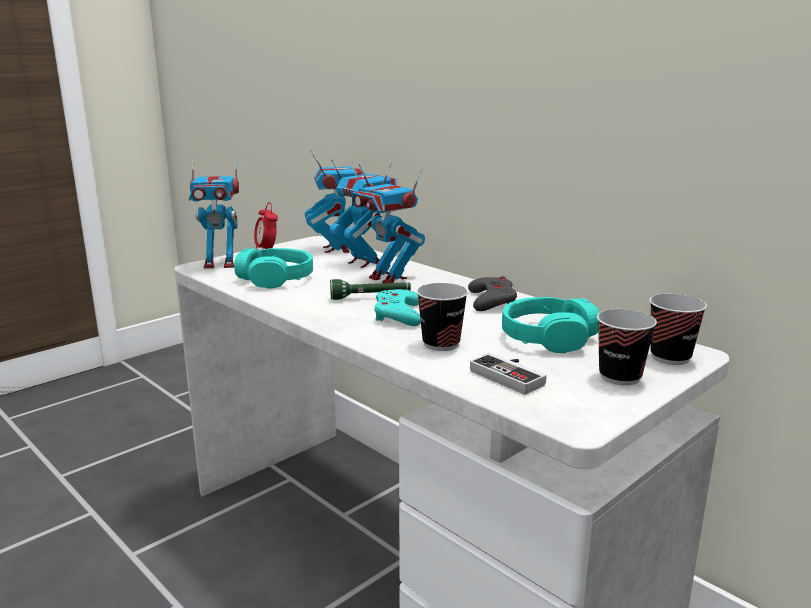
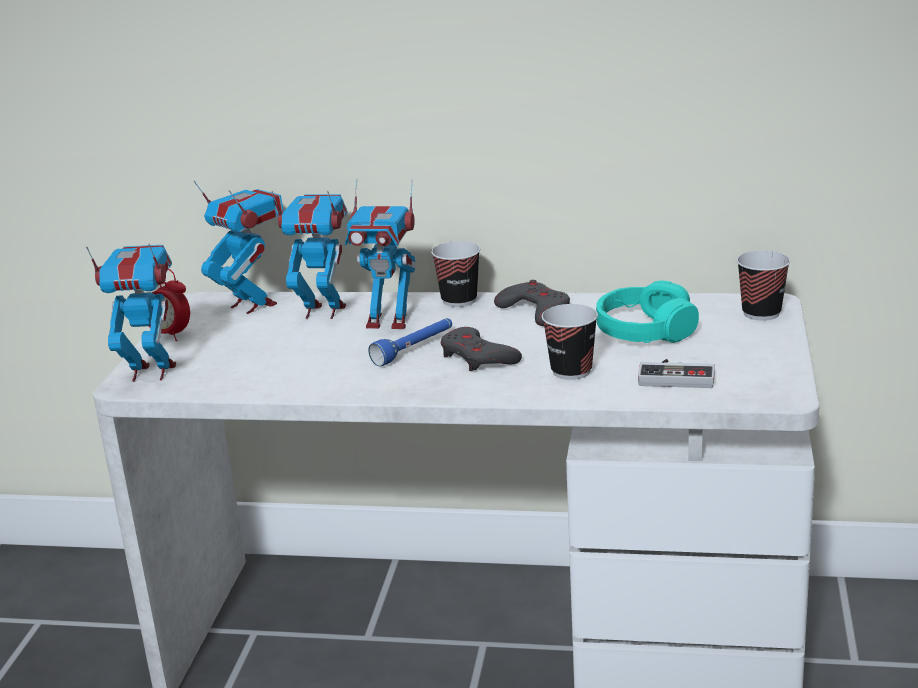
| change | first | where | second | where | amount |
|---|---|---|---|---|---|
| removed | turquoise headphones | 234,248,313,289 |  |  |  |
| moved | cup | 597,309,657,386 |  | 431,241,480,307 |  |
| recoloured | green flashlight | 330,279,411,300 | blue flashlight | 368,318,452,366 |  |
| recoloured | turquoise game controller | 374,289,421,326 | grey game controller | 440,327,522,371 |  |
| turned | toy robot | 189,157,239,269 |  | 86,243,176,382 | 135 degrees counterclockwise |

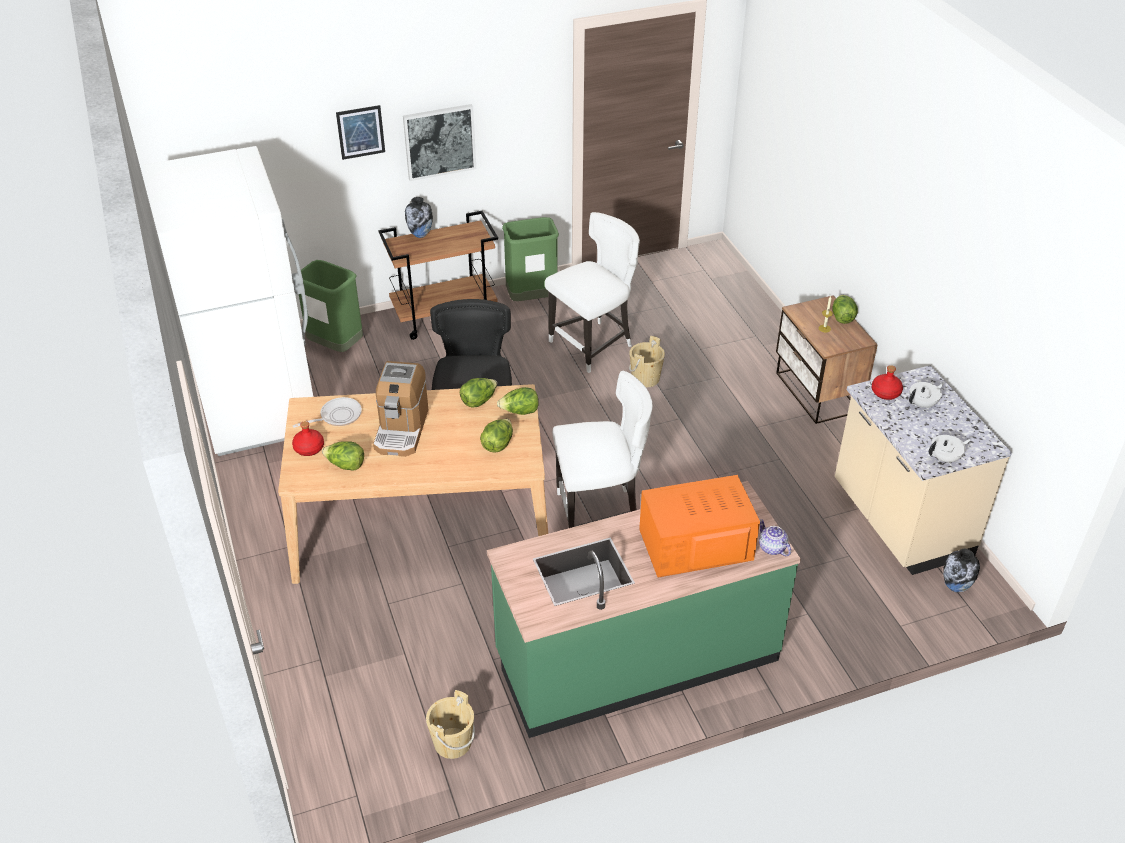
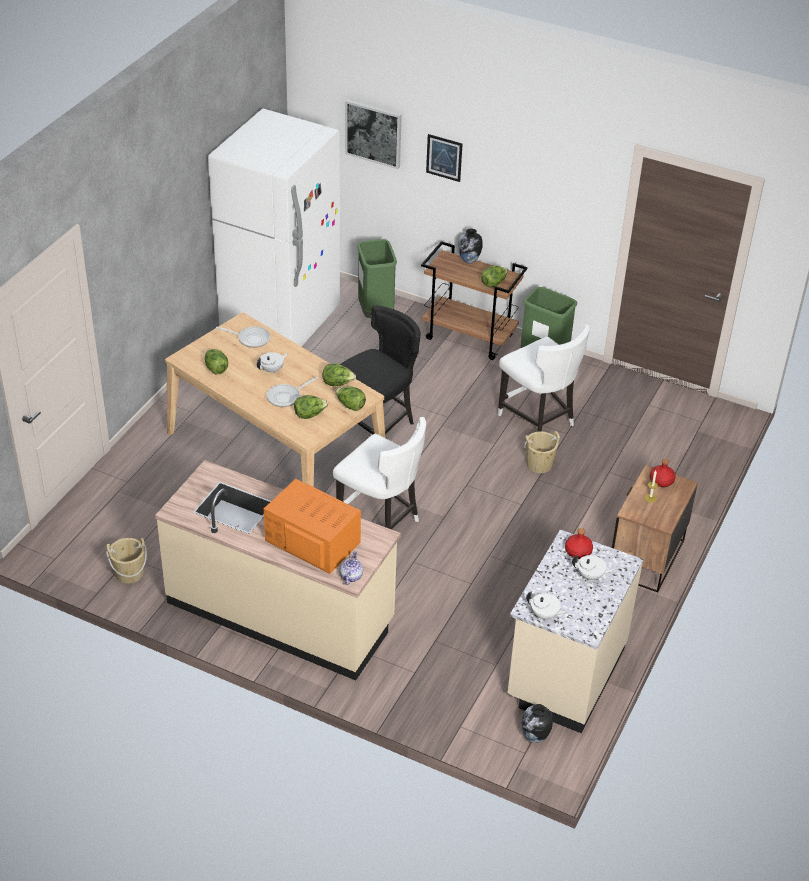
| change | first | where | second | where | amount |
|---|---|---|---|---|---|
| added |  |  | frying pan | 267,377,318,407 |  |
| moved | red bottle | 292,421,324,456 |  | 650,459,676,487 |  |
| moved | picture | 403,104,476,181 |  | 345,99,402,169 |  |
| moved | lettuce | 832,295,858,324 |  | 481,266,508,287 |  |
| replaced | coffee machine | 373,361,428,457 | white teapot | 257,352,288,374 |  |
| recoloured | green counter | 487,481,801,738 | beige counter | 155,460,401,680 |  |
| turned | white chair | 545,212,640,373 |  | 498,324,590,432 | 45 degrees clockwise |

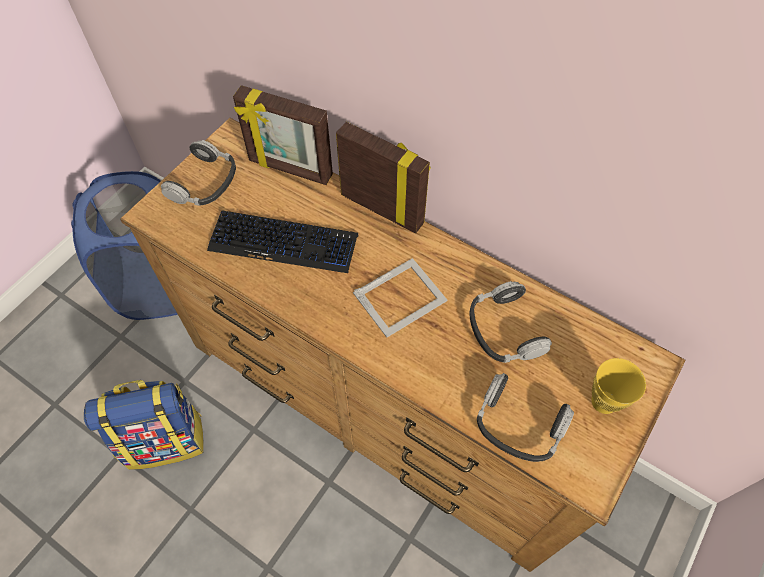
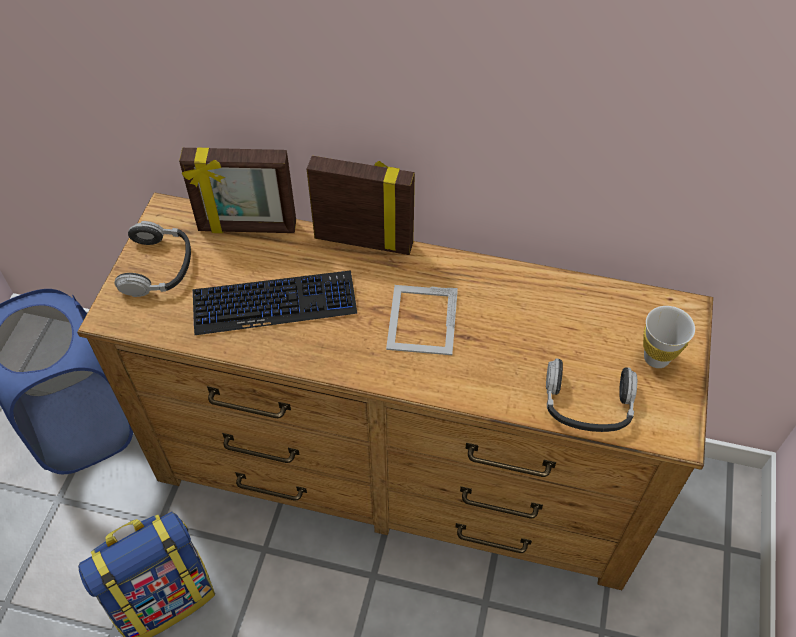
| change | first | where | second | where | amount |
|---|---|---|---|---|---|
| removed | headphones | 469,281,552,363 |  |  |  |
| recoloured | yellow cup | 591,358,646,414 | white cup | 643,306,695,368 |  |
| turned | picture frame | 353,258,447,338 |  | 386,285,458,355 | 150 degrees clockwise |

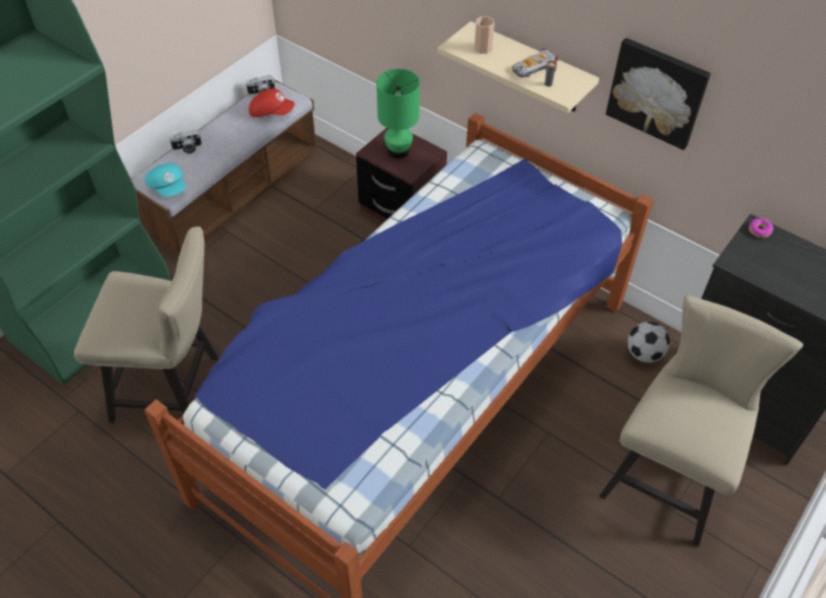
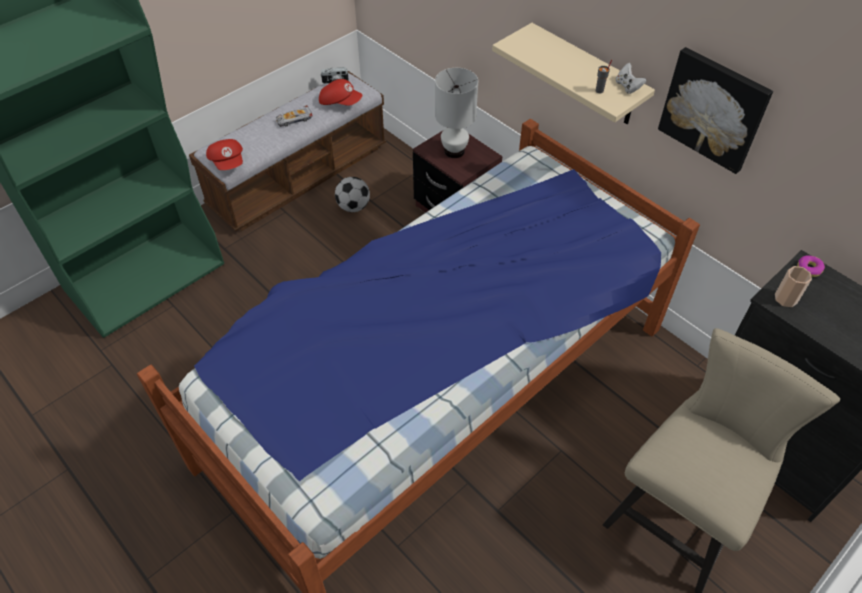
| change | first | where | second | where | amount |
|---|---|---|---|---|---|
| removed | beige chair | 74,226,218,423 |  |  |  |
| removed | photo camera | 169,130,202,154 |  |  |  |
| added |  |  | white game controller | 616,63,646,94 |  |
| moved | cup | 474,16,494,54 |  | 775,266,812,307 |  |
| moved | toy car | 512,48,558,78 |  | 276,105,312,127 |  |
| moved | football | 628,322,670,363 |  | 335,177,370,212 |  |
| recoloured | turquoise cap | 145,163,186,197 | red cap | 206,139,243,170 |  |
| recoloured | green table lamp | 377,69,420,159 | white table lamp | 435,68,478,158 |  |

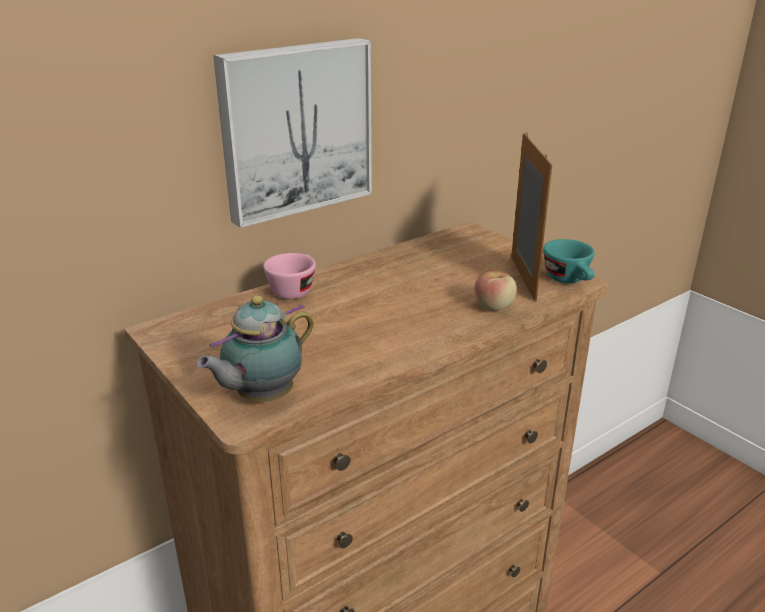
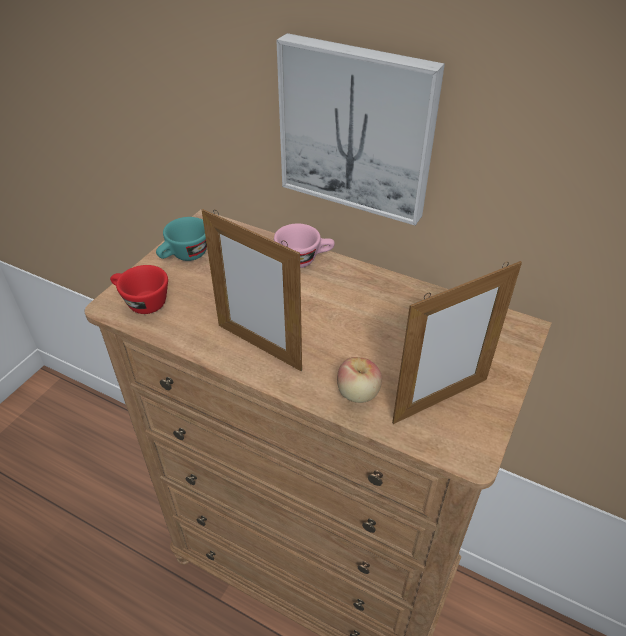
| change | first | where | second | where | amount |
|---|---|---|---|---|---|
| added |  |  | picture frame | 202,209,302,371 |  |
| moved | turquoise cup | 543,239,595,283 |  | 156,217,207,261 |  |
| replaced | teapot | 196,295,313,402 | red cup | 110,265,168,314 |  |

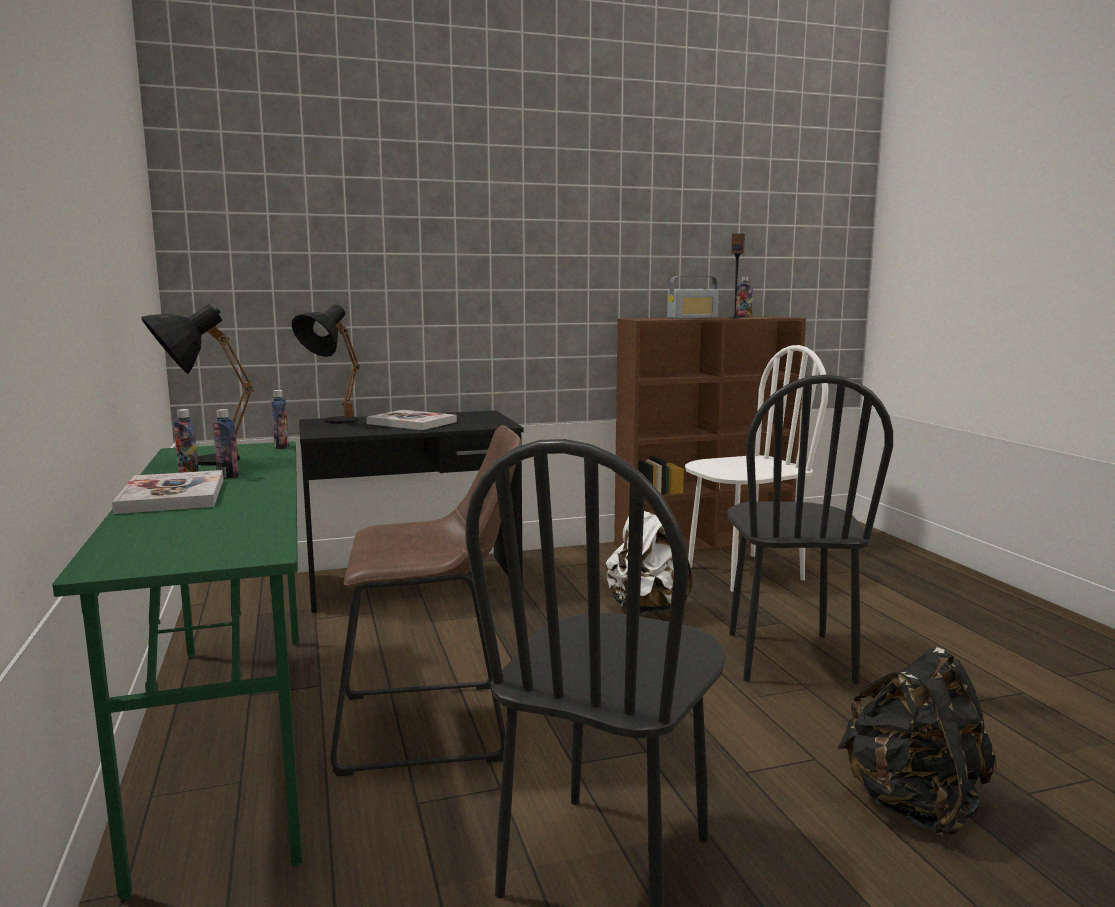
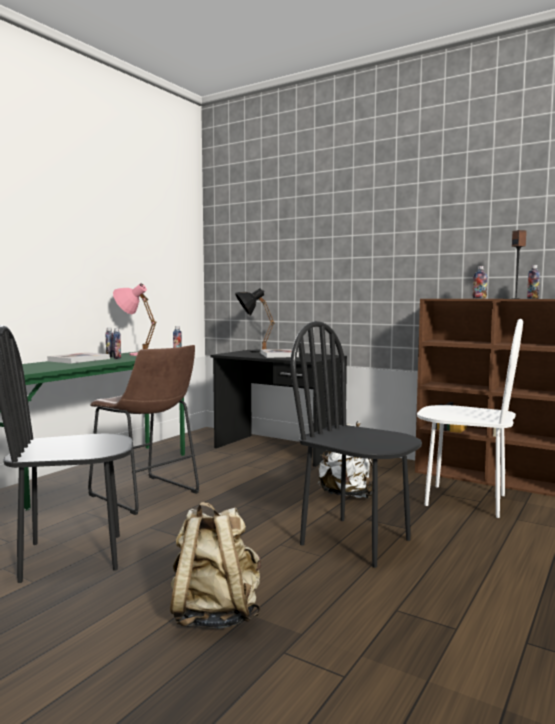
| change | first | where | second | where | amount |
|---|---|---|---|---|---|
| replaced | radio | 667,276,719,319 | bottle | 472,266,488,298 |  |
| recoloured | black table lamp | 141,304,254,466 | pink table lamp | 113,283,156,356 |  |
| recoloured | black backpack | 837,647,997,837 | beige backpack | 170,502,261,629 |  |
| turned | black chair | 727,374,893,684 |  | 290,321,422,568 | 75 degrees clockwise |

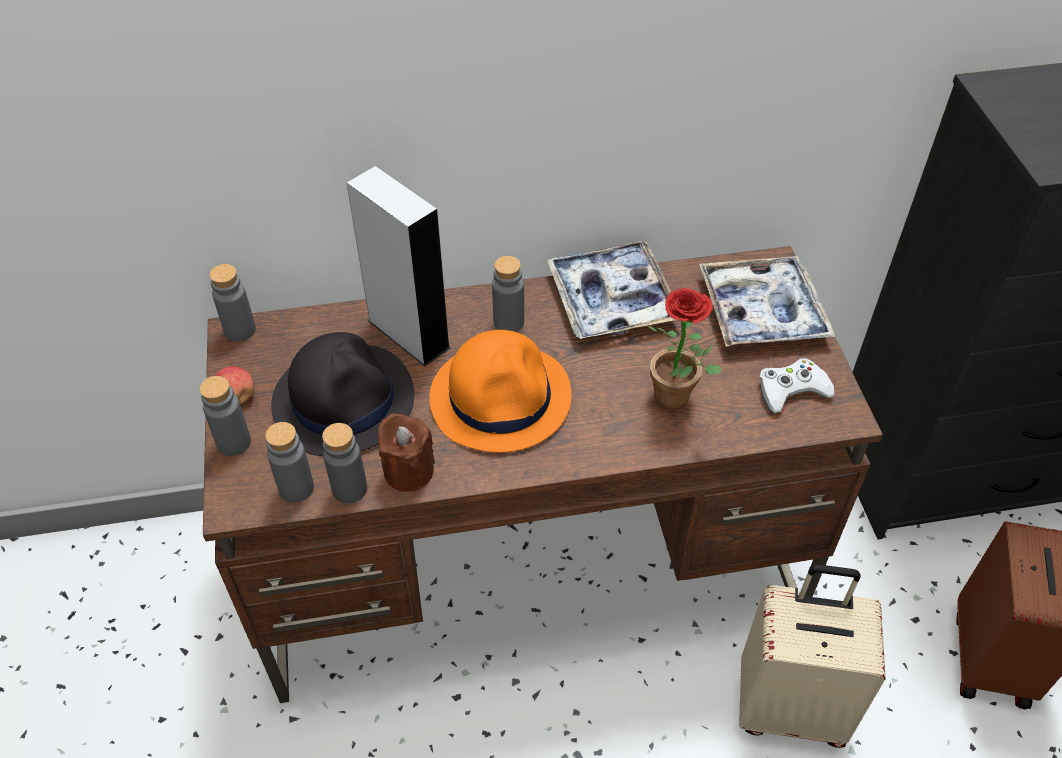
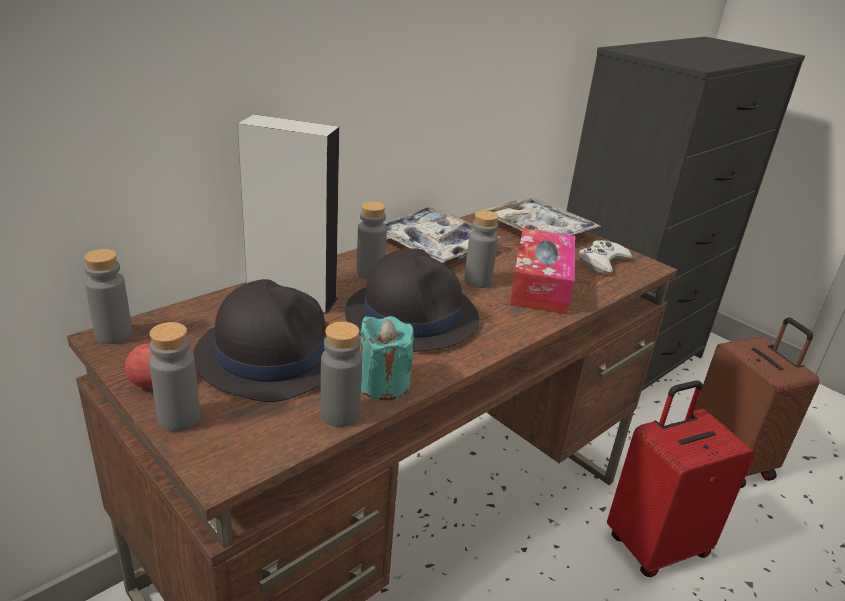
| change | first | where | second | where | amount |
|---|---|---|---|---|---|
| moved | grey bottle | 265,422,314,503 |  | 464,210,499,288 |  |
| replaced | potted plant | 648,288,721,410 | tissue box | 509,228,575,314 |  |
| recoloured | brown candle | 378,413,435,492 | turquoise candle | 360,316,414,400 |  |
| recoloured | orange hat | 429,330,571,453 | black hat | 345,248,479,352 |  |
| recoloured | beige suitcase | 739,564,886,748 | red suitcase | 607,380,755,577 |  |

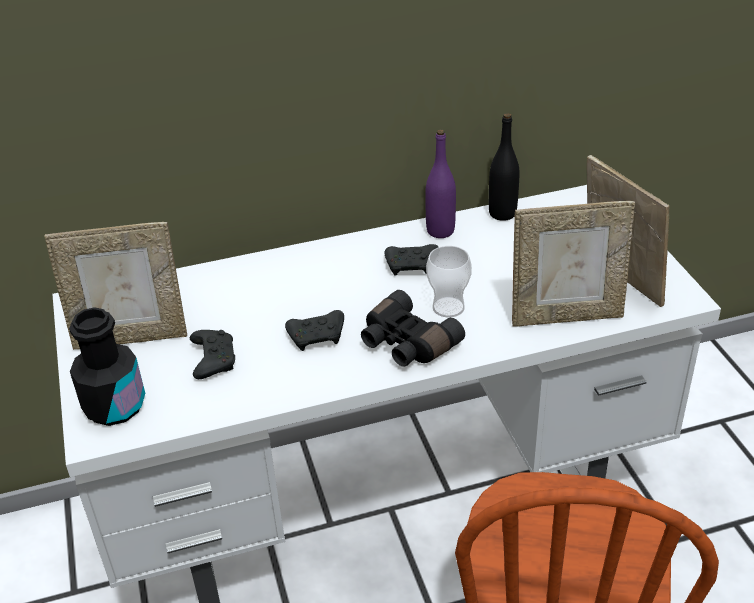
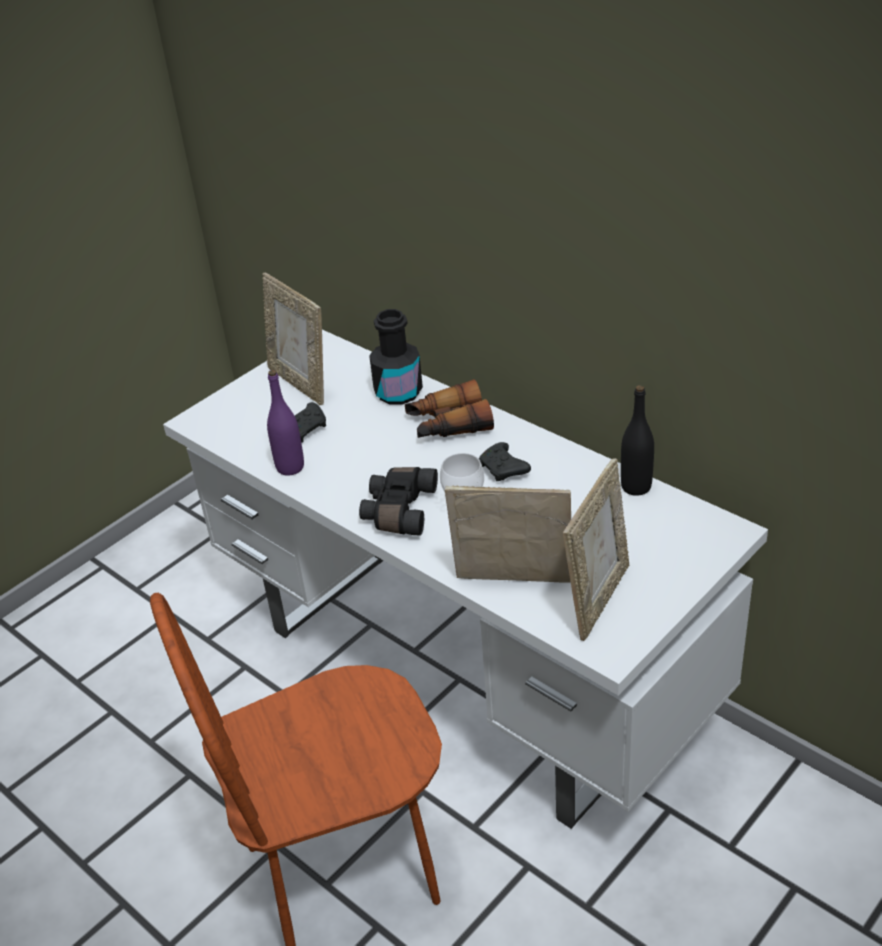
| change | first | where | second | where | amount |
|---|---|---|---|---|---|
| removed | black game controller | 285,310,344,351 |  |  |  |
| added |  |  | binoculars | 405,379,494,438 |  |
| moved | black bottle | 69,307,145,426 |  | 369,309,423,404 |  |
| moved | purple bottle | 425,130,456,238 |  | 267,370,304,476 |  |
| turned | picture frame | 512,201,635,327 |  | 445,486,571,583 | 135 degrees clockwise |

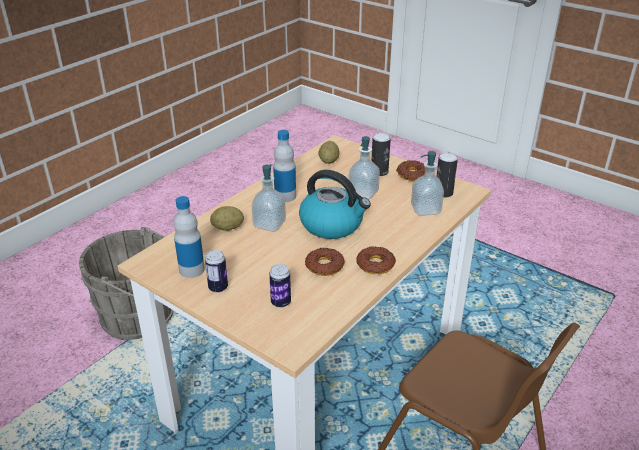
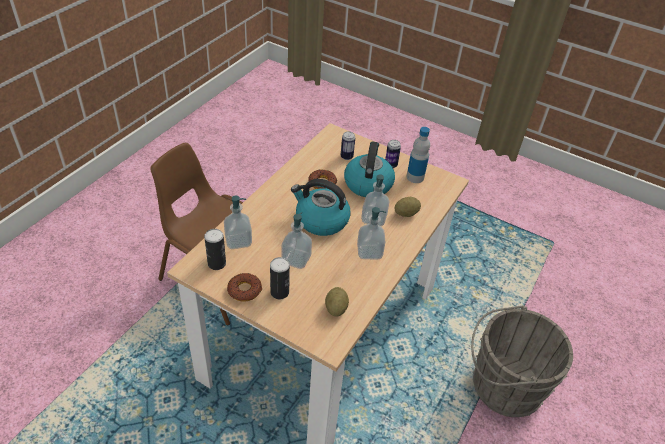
| change | first | where | second | where | amount |
|---|---|---|---|---|---|
| removed | donut | 356,246,396,274 |  |  |  |
| added |  |  | kettle | 344,141,395,197 |  |
| replaced | bottle | 273,130,296,202 | soap dispenser | 357,207,386,260 |  |

